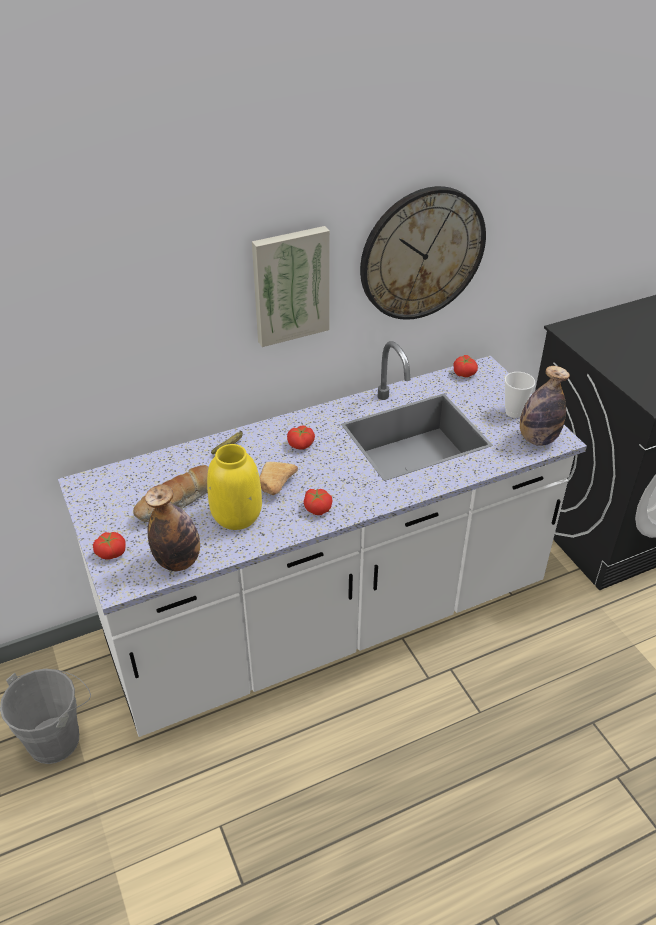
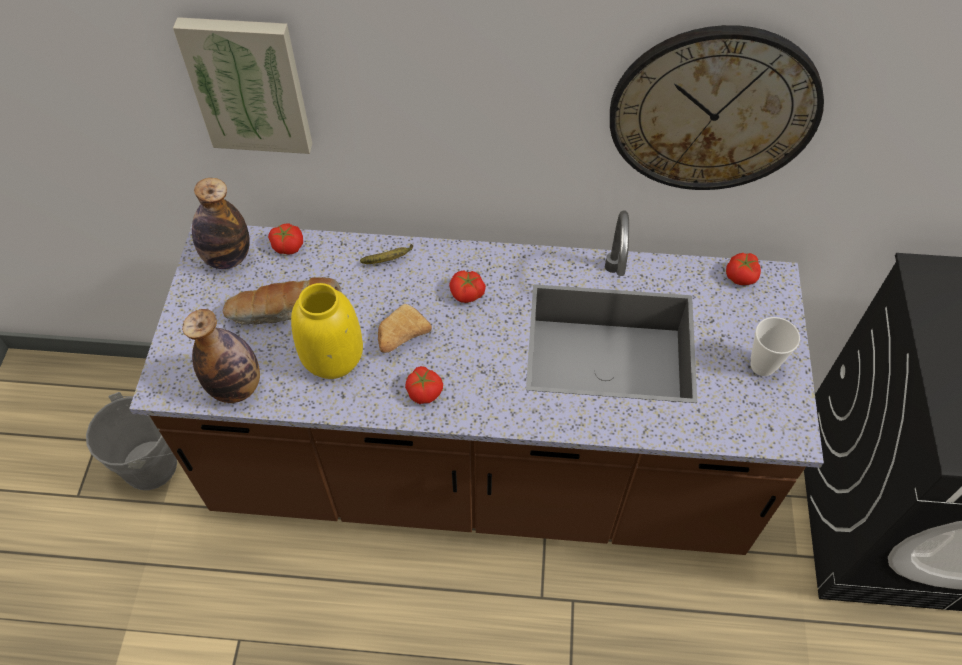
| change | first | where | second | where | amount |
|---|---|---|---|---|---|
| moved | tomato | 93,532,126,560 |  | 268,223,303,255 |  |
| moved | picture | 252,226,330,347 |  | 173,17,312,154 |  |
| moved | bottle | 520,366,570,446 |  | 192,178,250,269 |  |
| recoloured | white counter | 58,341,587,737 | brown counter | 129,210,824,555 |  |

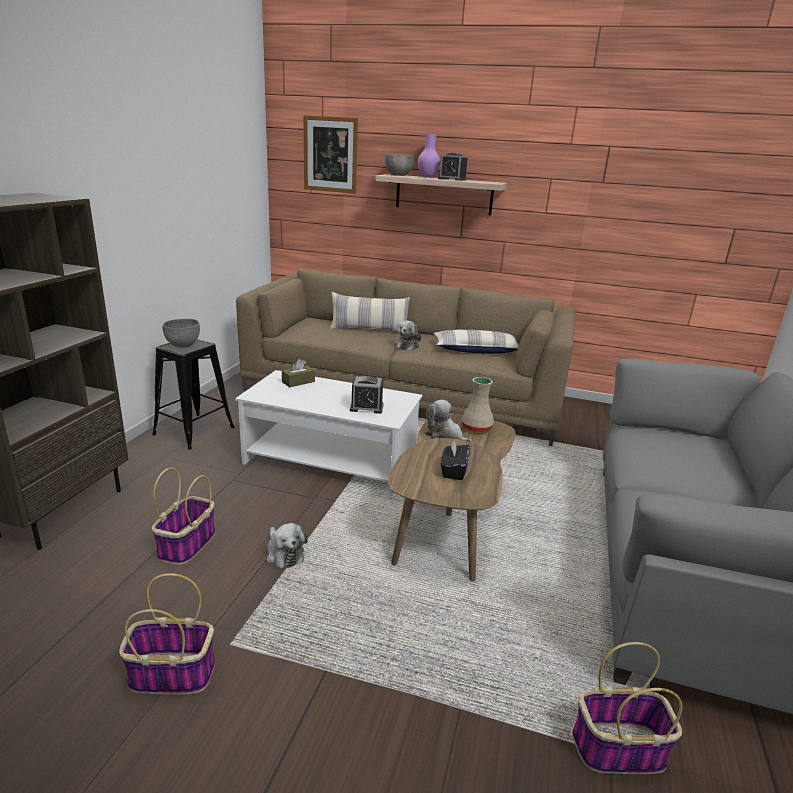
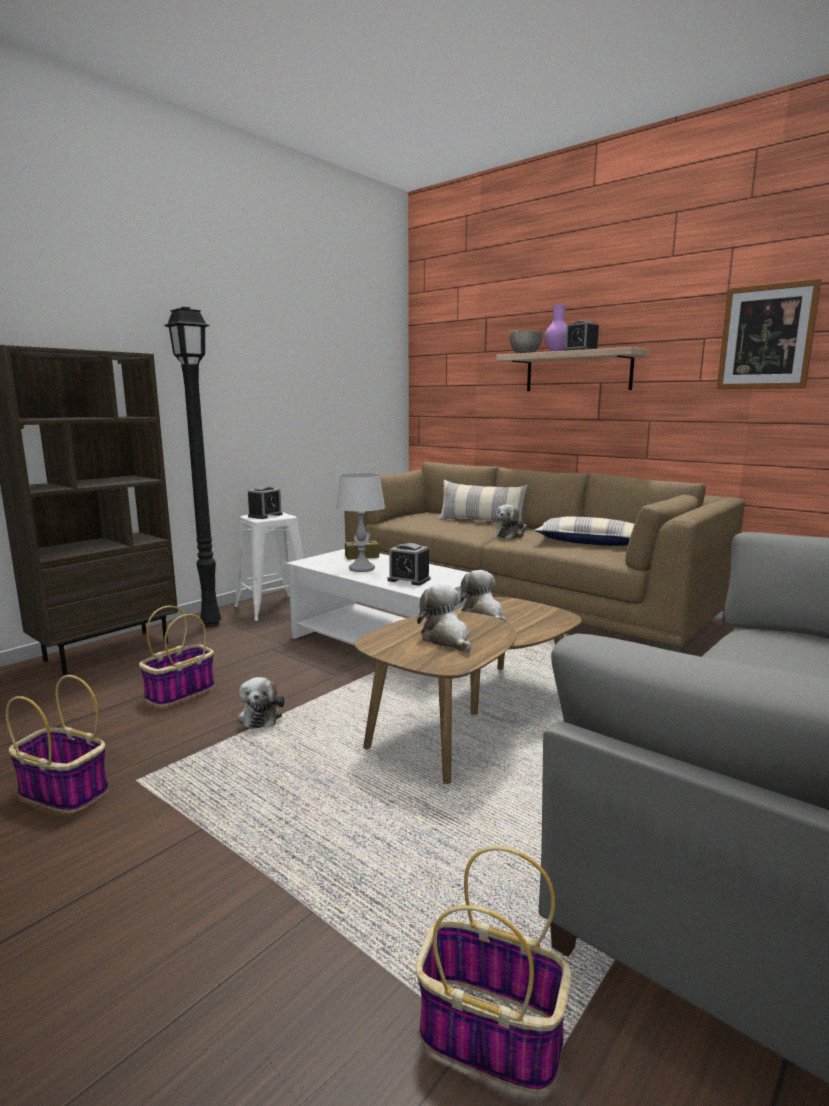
| change | first | where | second | where | amount |
|---|---|---|---|---|---|
| removed | beige vase | 461,377,494,433 |  |  |  |
| added |  |  | black floor lamp | 164,307,221,627 |  |
| added |  |  | grey table lamp | 336,473,385,572 |  |
| moved | picture | 303,115,358,193 |  | 717,278,821,389 |  |
| replaced | grey bowl | 163,319,200,348 | alarm clock | 248,486,283,519 |  |
| replaced | black tissue box | 441,439,470,480 | plush toy | 417,584,471,653 |  |
| recoloured | black stool | 152,339,234,450 | white stool | 234,512,303,621 |  |

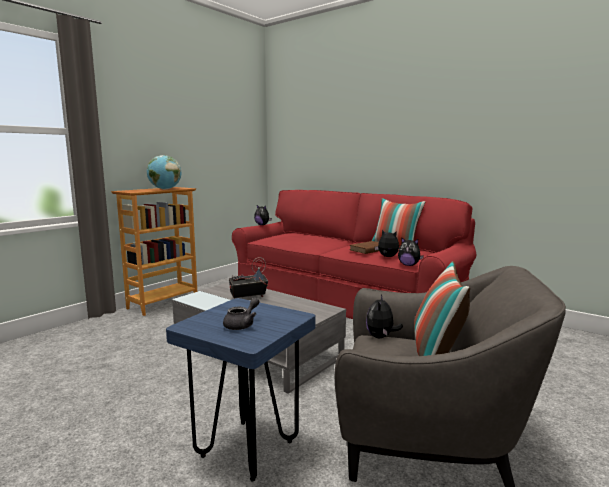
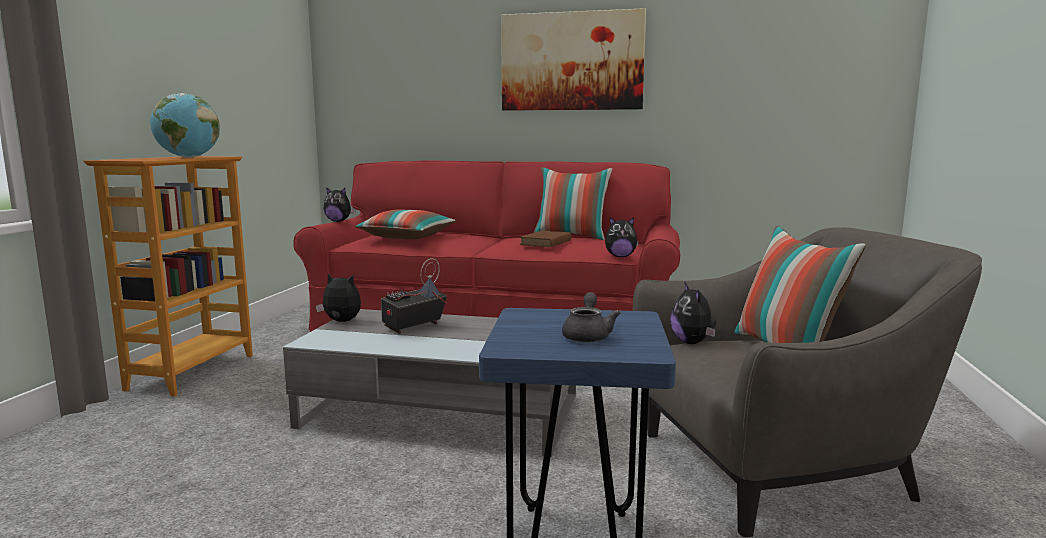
| change | first | where | second | where | amount |
|---|---|---|---|---|---|
| added |  |  | pillow | 355,210,456,239 |  |
| added |  |  | picture | 501,8,646,111 |  |
| moved | plush toy | 375,230,399,257 |  | 316,273,361,322 |  |

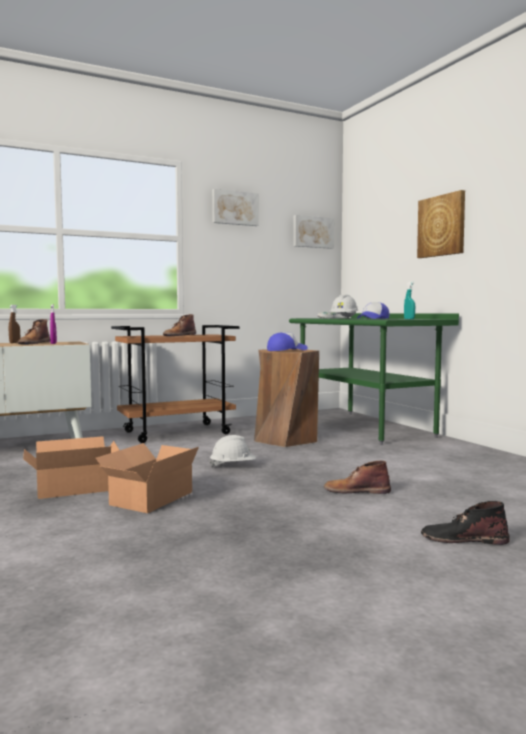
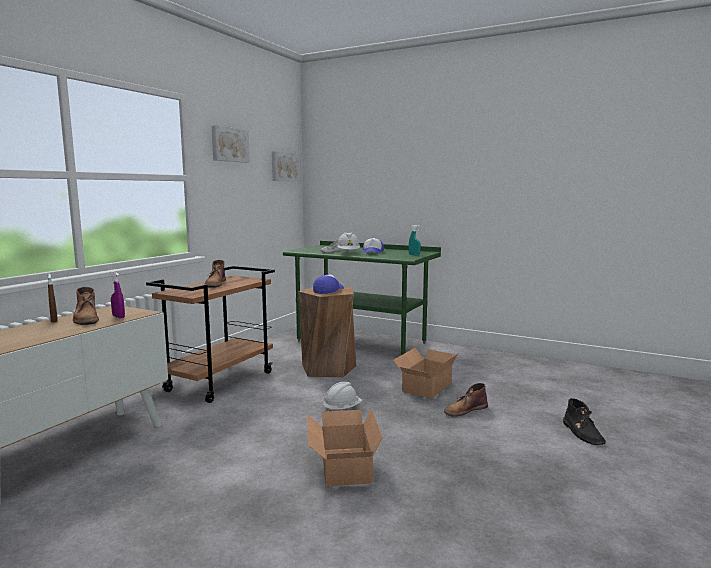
| change | first | where | second | where | amount |
|---|---|---|---|---|---|
| removed | picture | 417,190,465,258 |  |  |  |
| moved | cardboard box | 23,436,119,499 |  | 393,348,458,399 |  |
| turned | black boot | 421,501,509,545 |  | 563,398,606,445 | 75 degrees counterclockwise |

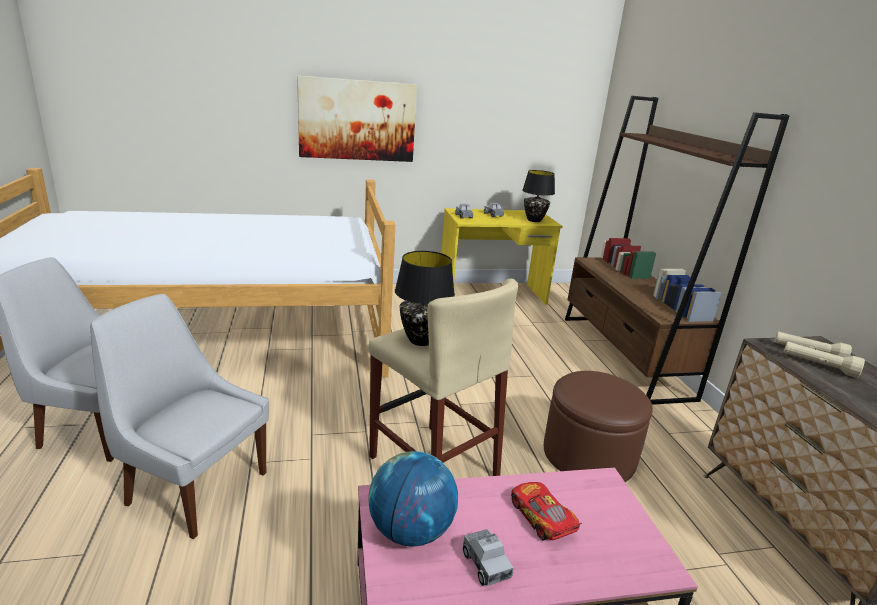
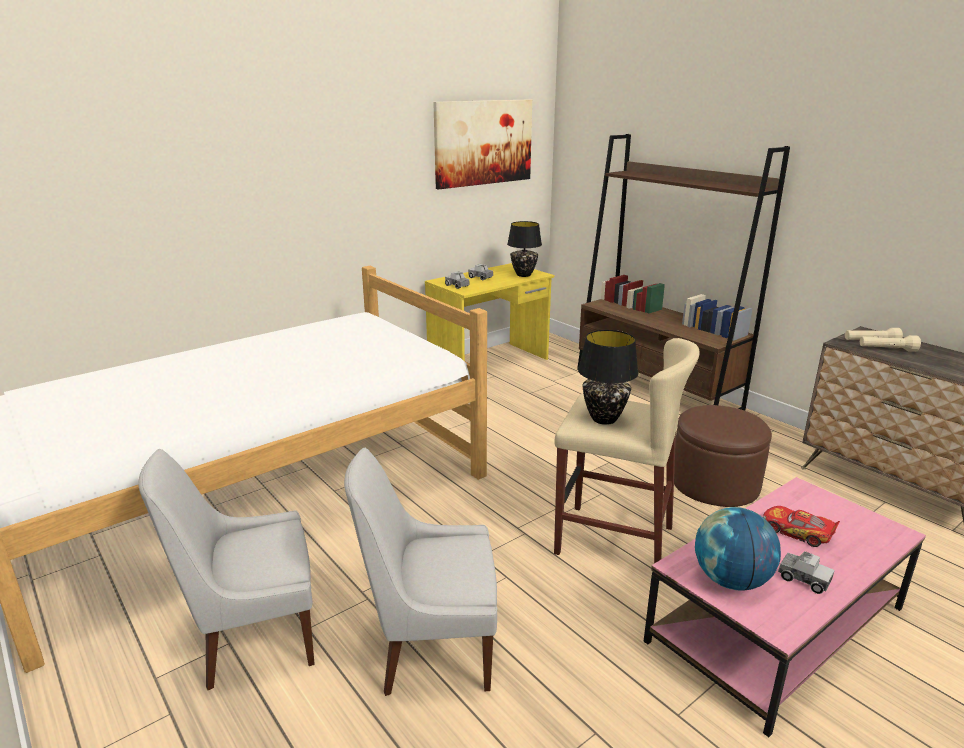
| change | first | where | second | where | amount |
|---|---|---|---|---|---|
| moved | picture | 297,76,417,162 |  | 433,99,532,189 |  |

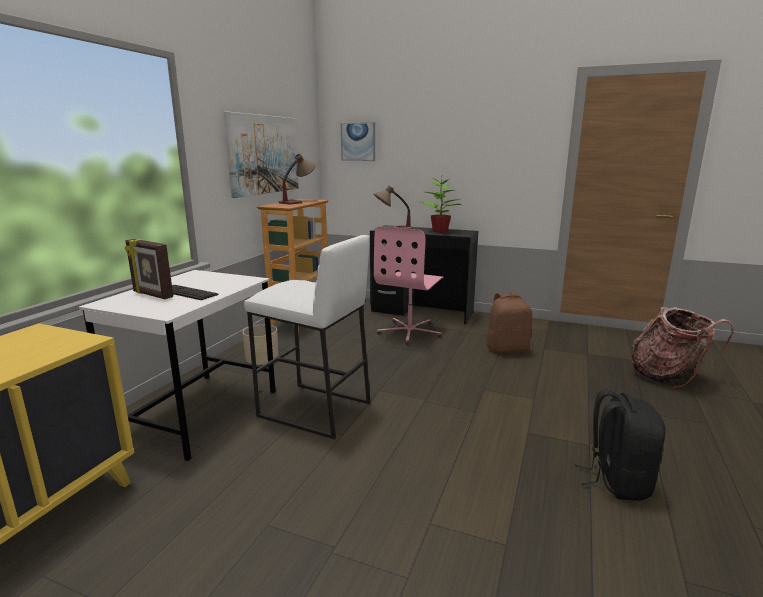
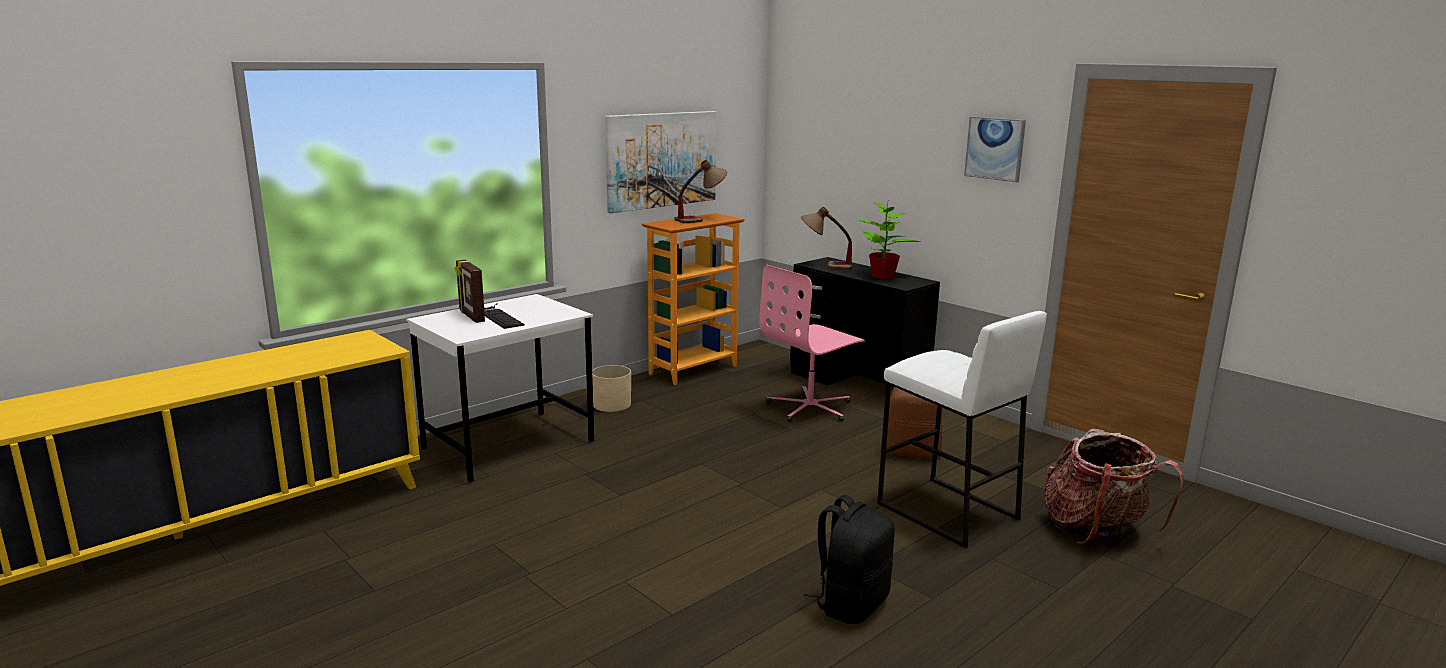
| change | first | where | second | where | amount |
|---|---|---|---|---|---|
| moved | white stool | 244,235,371,439 |  | 877,311,1047,548 |  |
| moved | picture | 341,122,375,161 |  | 964,116,1026,182 |  |

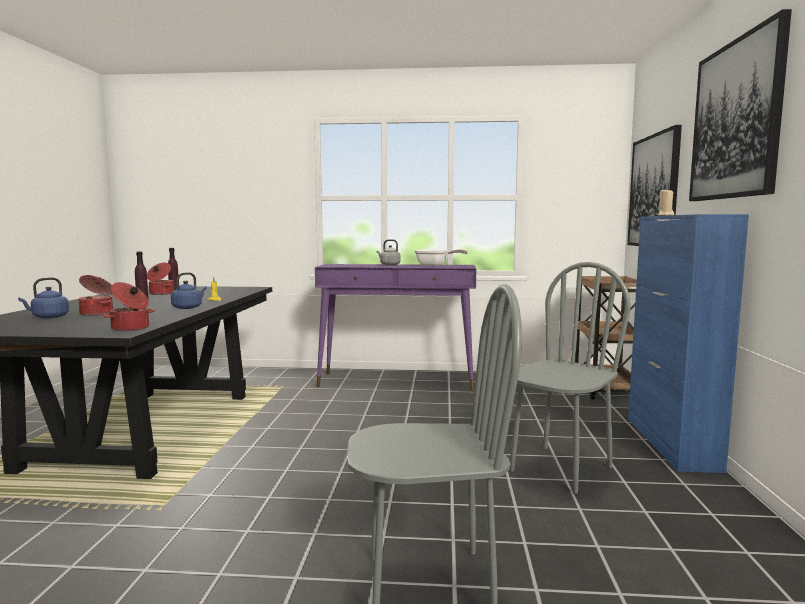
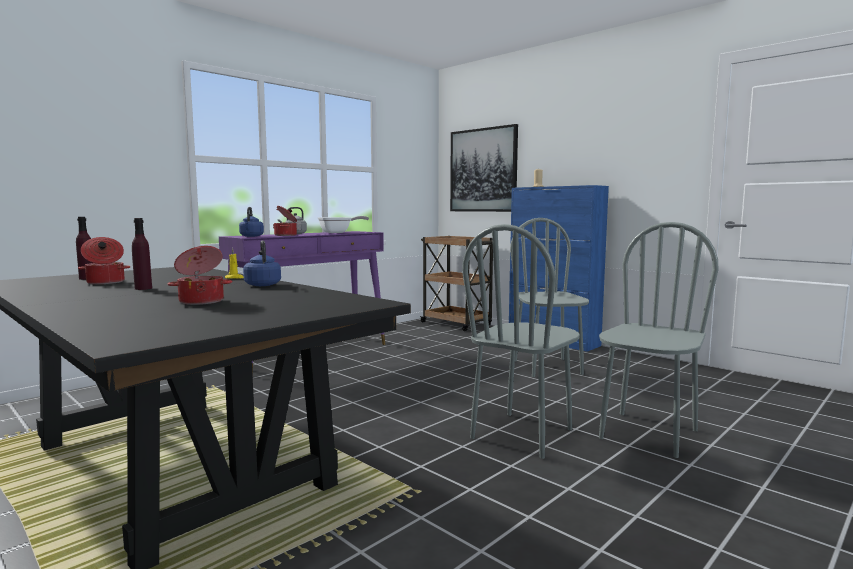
| change | first | where | second | where | amount |
|---|---|---|---|---|---|
| removed | picture | 689,9,792,201 |  |  |  |
| added |  |  | grey chair | 462,224,580,459 |  |
| moved | blue kettle | 18,277,69,318 |  | 239,207,264,237 |  |
| moved | cooking pot | 103,282,155,331 |  | 273,206,297,236 |  |

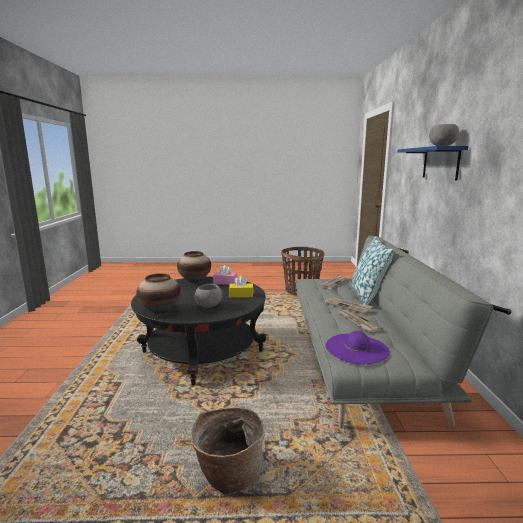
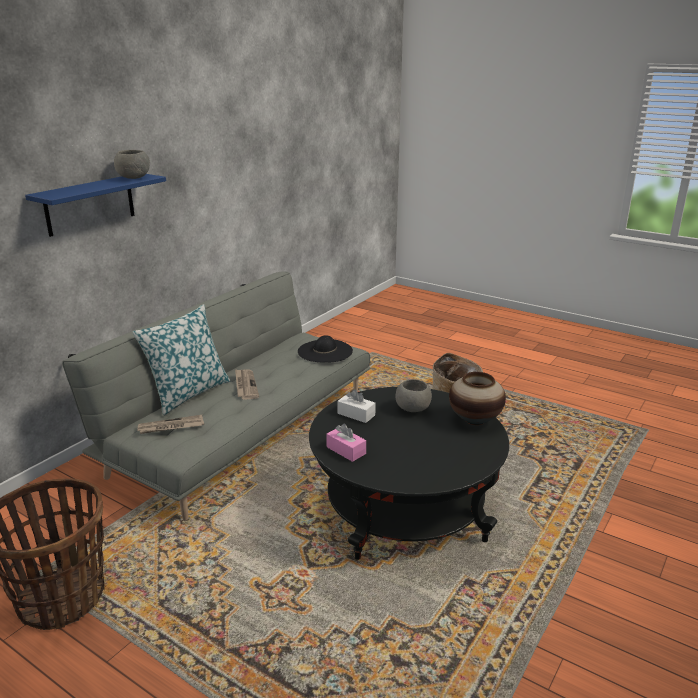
| change | first | where | second | where | amount |
|---|---|---|---|---|---|
| removed | vase | 177,251,211,283 |  |  |  |
| removed | newspaper | 337,310,383,332 |  |  |  |
| recoloured | yellow tissue box | 229,276,253,298 | white tissue box | 337,389,376,423 |  |
| recoloured | purple hat | 325,331,390,364 | black hat | 298,335,353,363 |  |

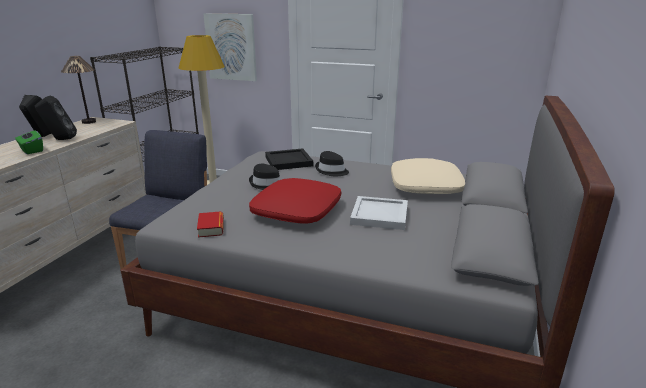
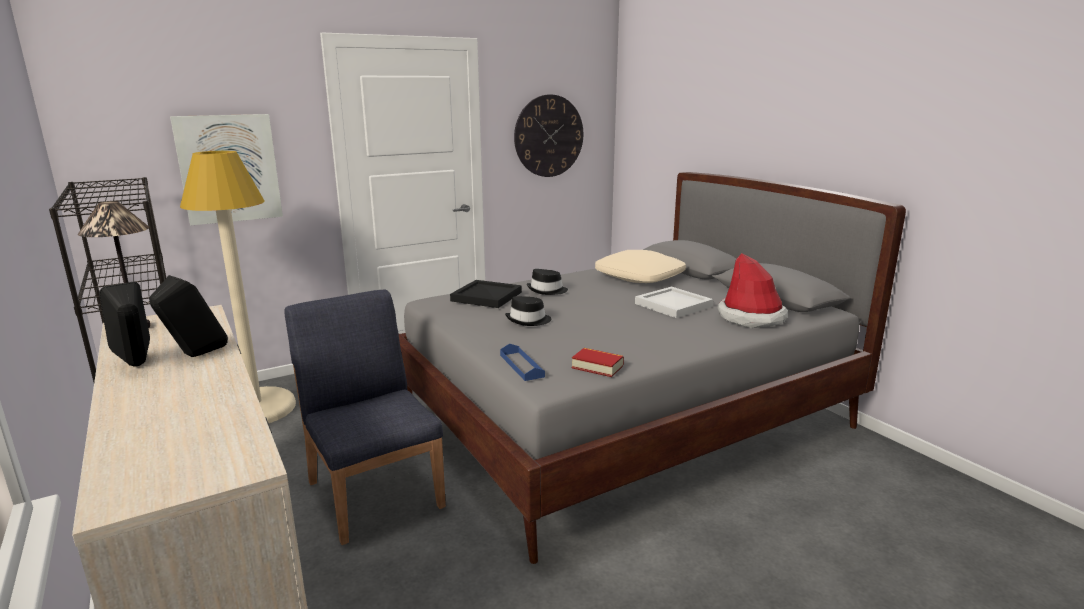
| change | first | where | second | where | amount |
|---|---|---|---|---|---|
| removed | green tissue box | 15,130,43,154 |  |  |  |
| removed | red pillow | 249,178,341,223 |  |  |  |
| added |  |  | blue tray | 500,343,545,381 |  |
| added |  |  | wall clock | 514,94,583,177 |  |
| added |  |  | hat | 717,253,788,328 |  |

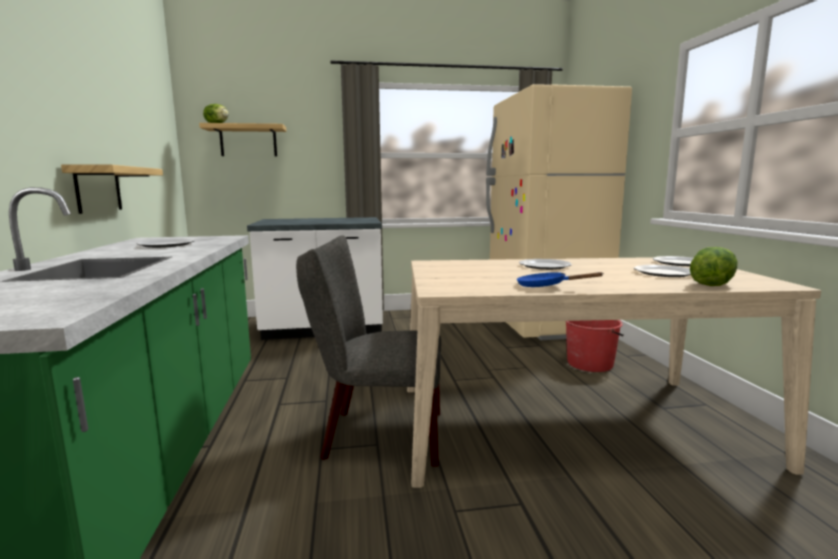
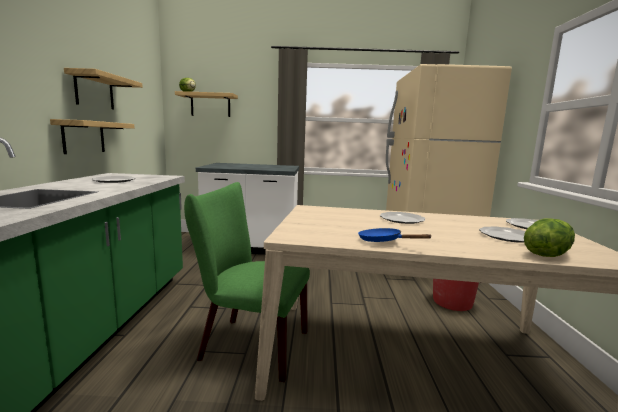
| change | first | where | second | where | amount |
|---|---|---|---|---|---|
| added |  |  | shelf | 64,68,143,109 |  |
| recoloured | grey chair | 296,235,441,467 | green chair | 184,182,310,382 |  |

